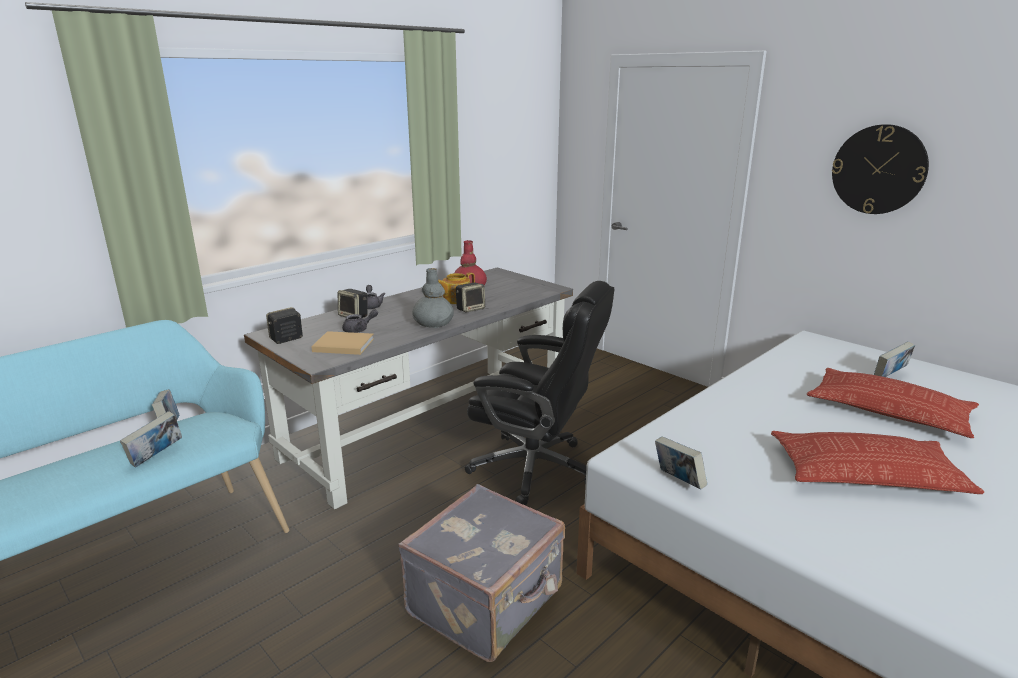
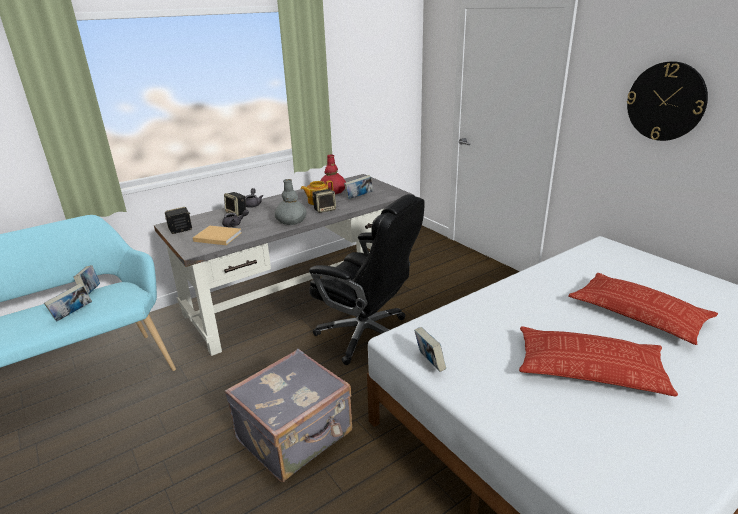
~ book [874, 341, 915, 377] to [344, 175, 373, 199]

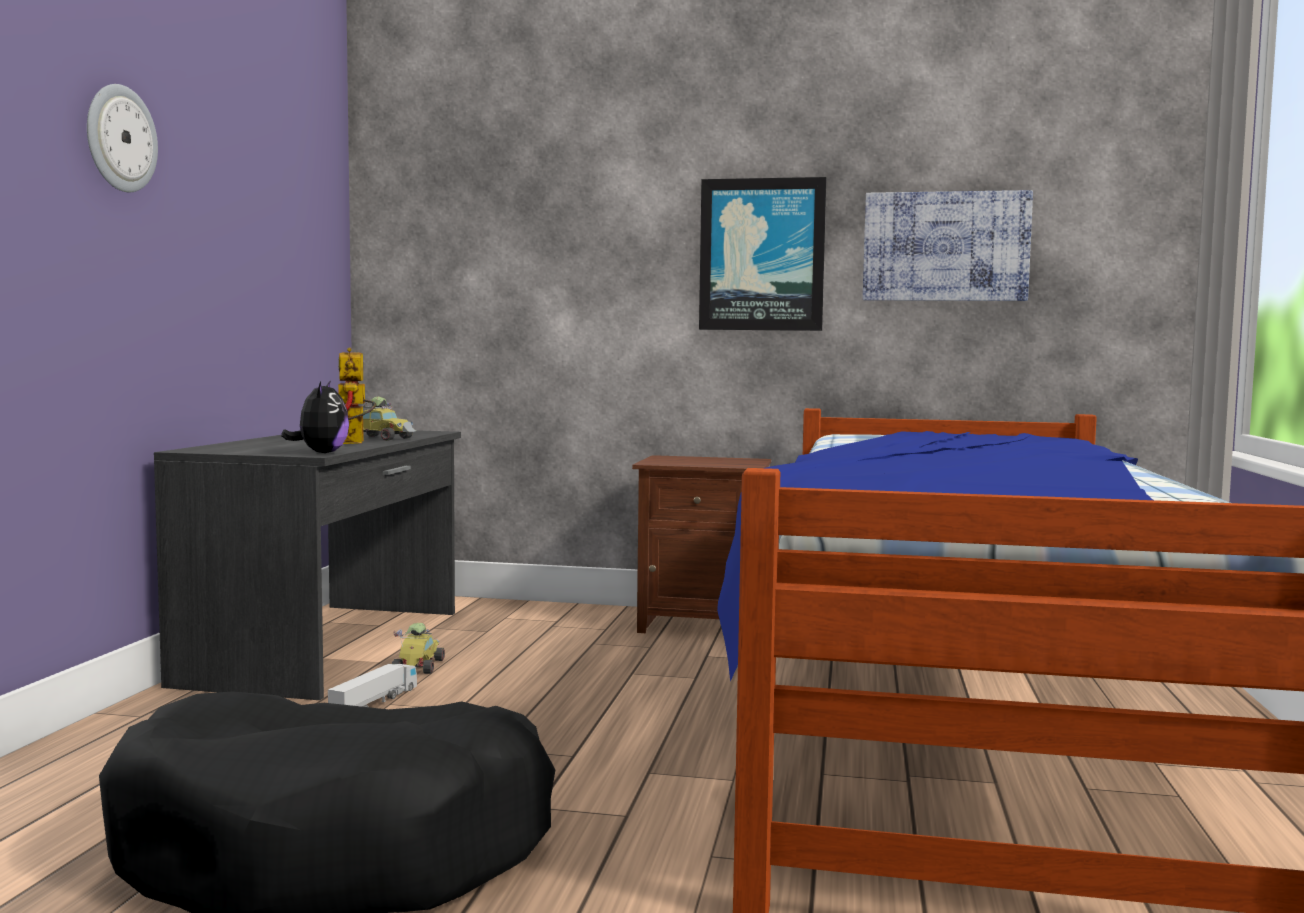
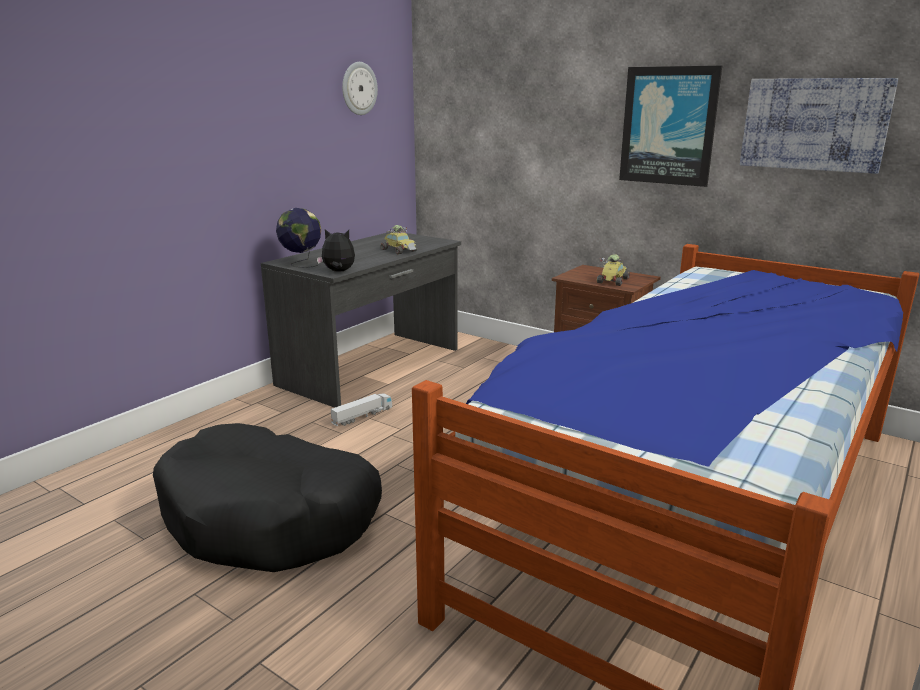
~ wall clock [87, 84, 158, 192] to [342, 62, 378, 115]
- toy robot [338, 348, 376, 444]
~ plush toy [281, 380, 349, 453] = [317, 229, 355, 272] 105 degrees counterclockwise
~ toy car [392, 623, 445, 674] to [597, 255, 630, 286]
+ globe [276, 208, 321, 268]

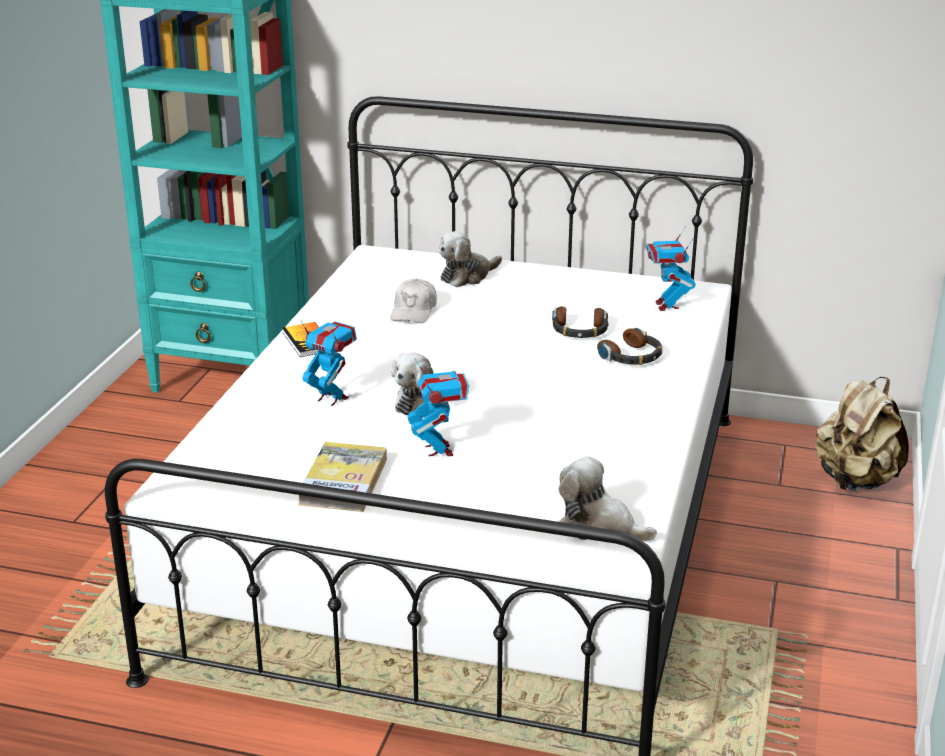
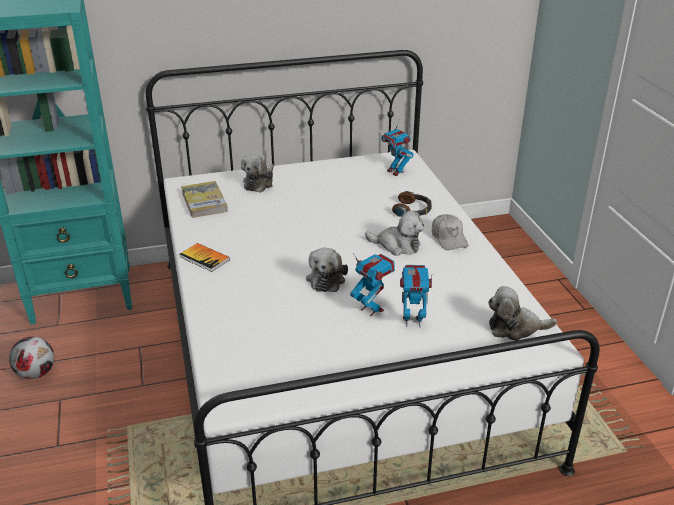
~ cap (white) [390, 279, 437, 323] to [432, 214, 468, 250]
- headphones [552, 306, 609, 338]
~ toy robot [301, 321, 357, 406] to [400, 265, 432, 328]
- backpack (beige) [816, 377, 909, 491]
~ book [298, 442, 387, 512] to [181, 181, 228, 218]
+ plush toy [365, 211, 424, 256]
+ football [9, 337, 54, 379]

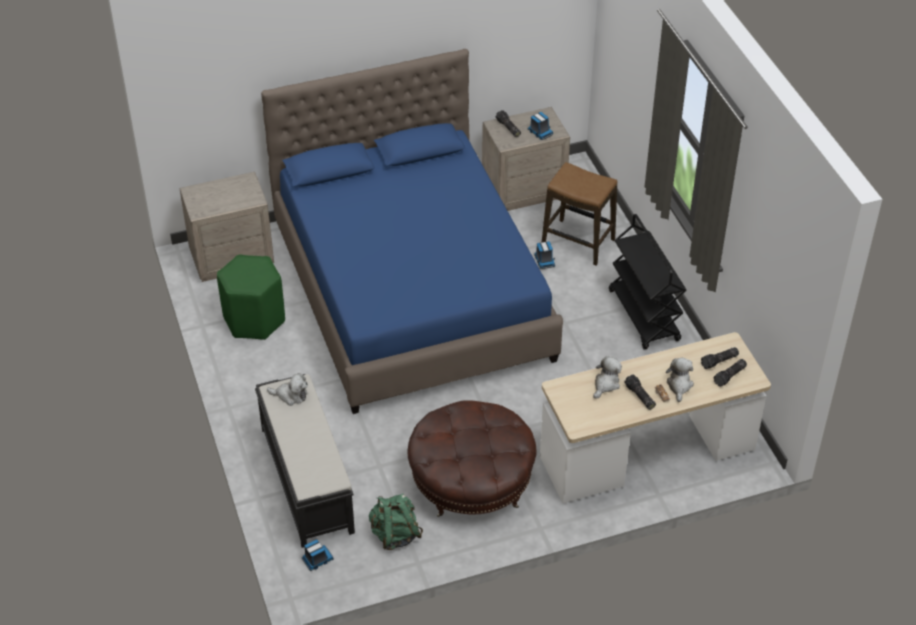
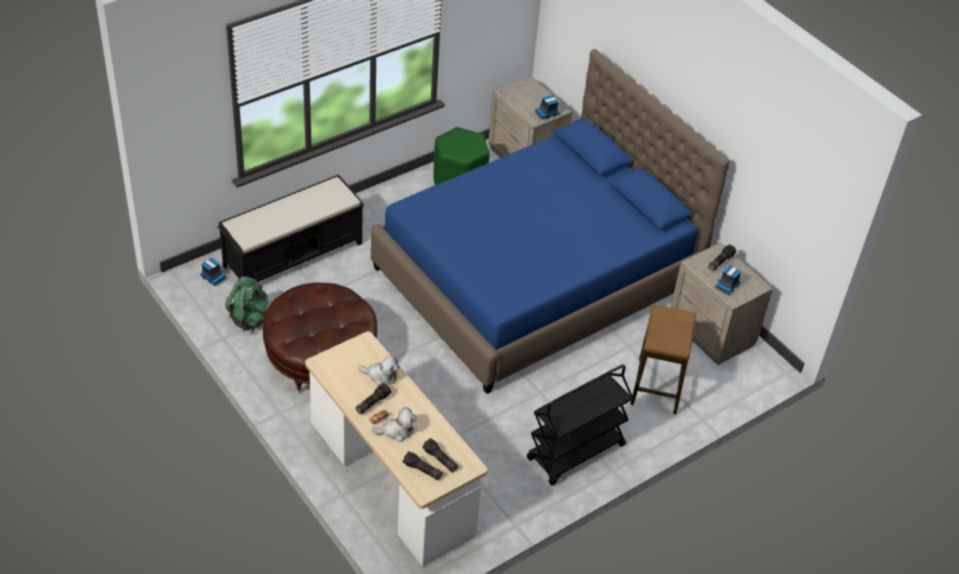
~ toy truck [534, 241, 555, 269] to [535, 95, 560, 119]
- plush toy [267, 373, 308, 406]

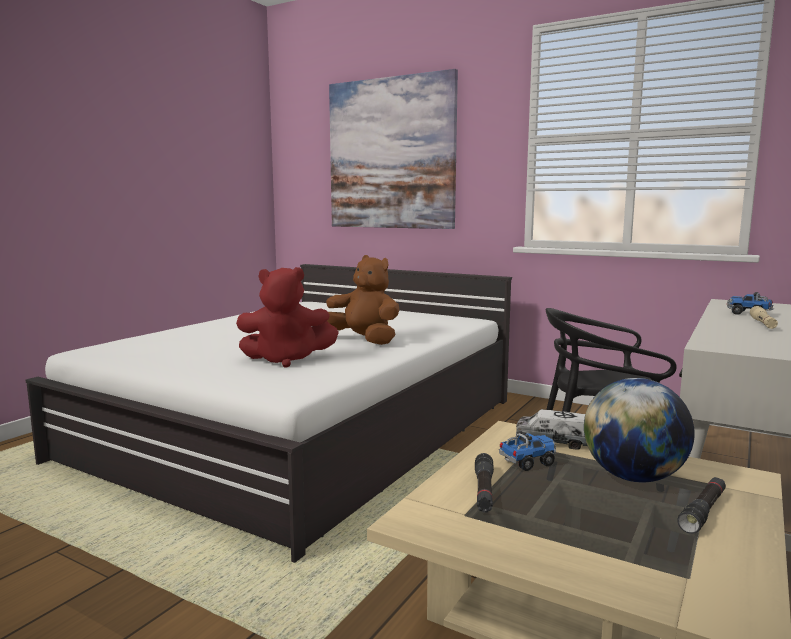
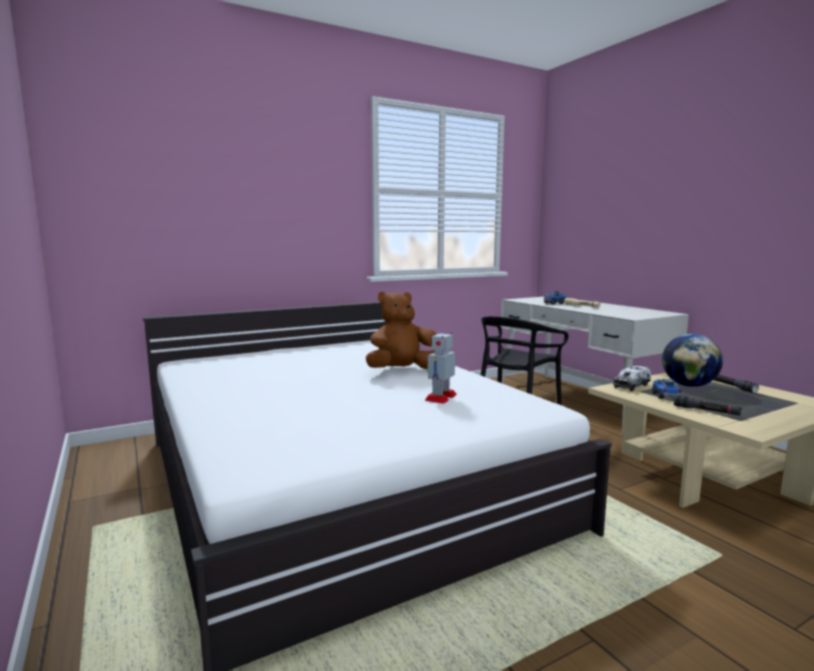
- picture [329, 69, 458, 229]
~ plush toy (red) [236, 267, 339, 368] to toy robot [425, 332, 457, 404]

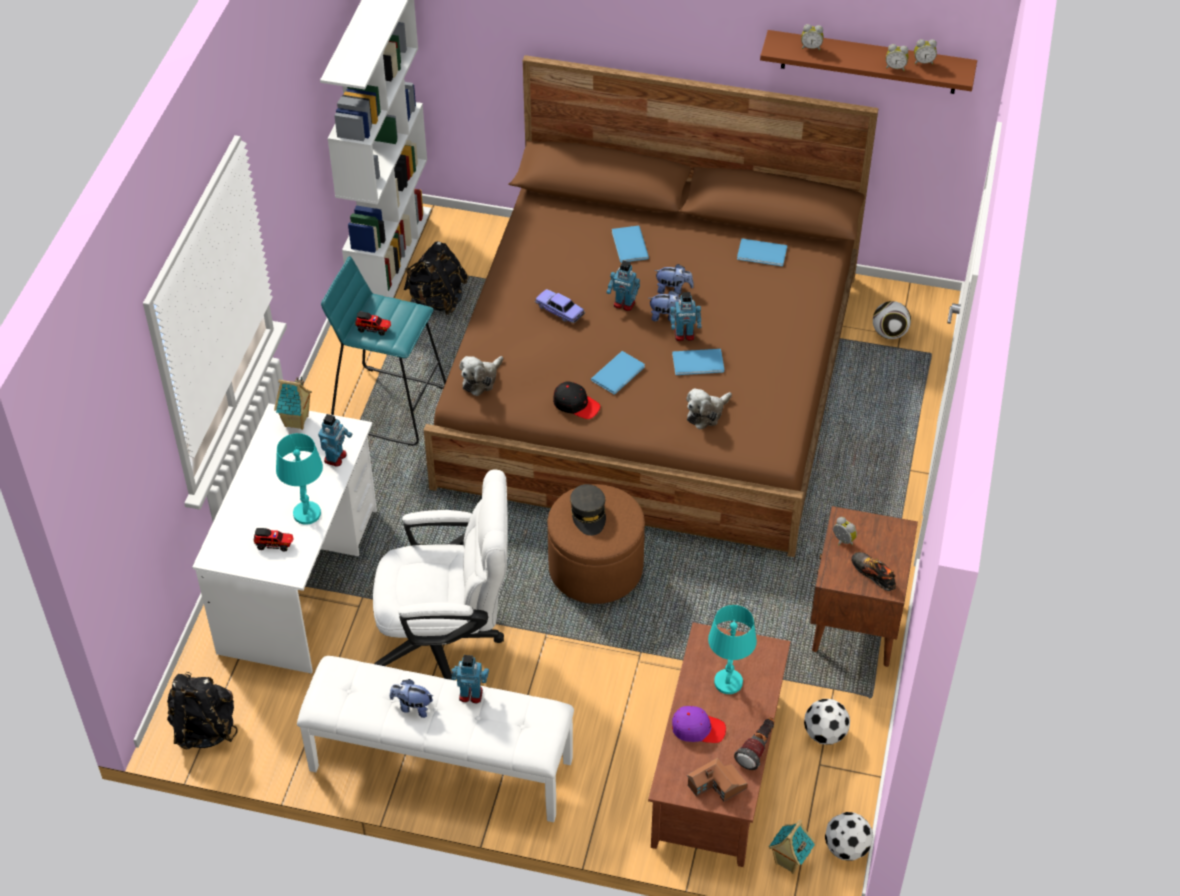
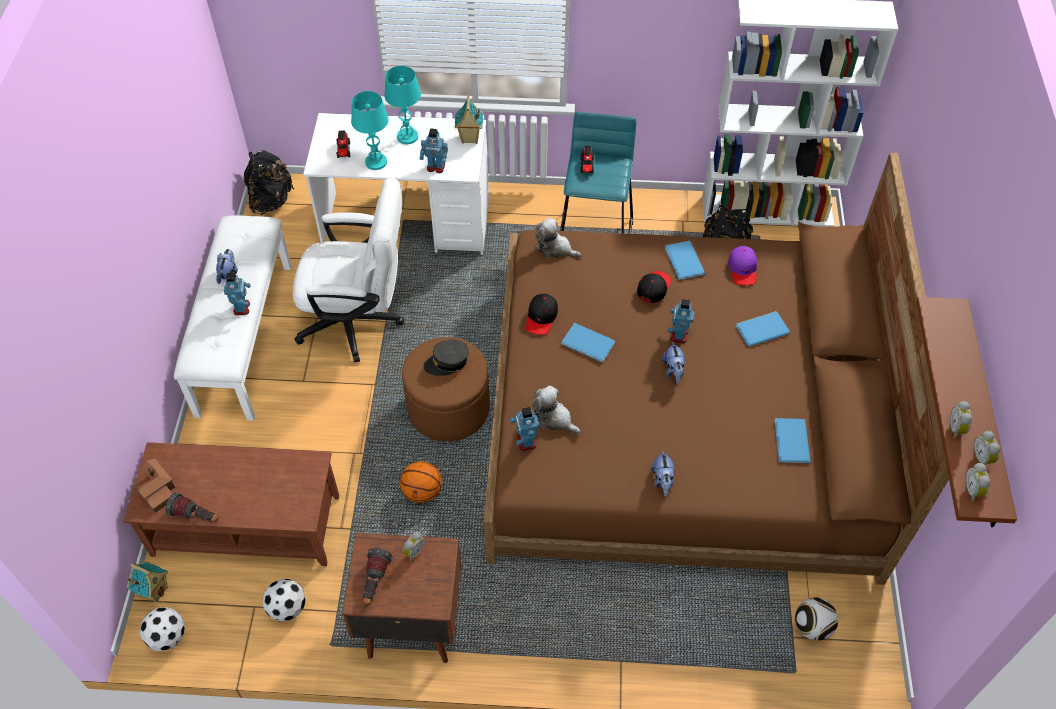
~ alarm clock [801, 24, 824, 51] to [965, 463, 990, 502]
~ plush toy [654, 264, 694, 295] to [651, 450, 675, 497]
~ toy car [535, 289, 585, 323] to cap (black) [637, 271, 671, 303]
~ toy robot [670, 292, 702, 341] to [510, 407, 539, 451]
~ book (blue) [672, 349, 724, 375] to [665, 241, 705, 280]
~ office chair (white) [373, 469, 508, 680] = [293, 178, 404, 363] 75 degrees counterclockwise
~ shoe [851, 552, 896, 591] to flashlight [363, 548, 393, 605]
~ table lamp (turquoise) [708, 605, 757, 694] to [385, 66, 421, 144]
~ cap (purple) [672, 706, 726, 743] to [728, 246, 757, 285]
+ basketball [400, 461, 442, 503]

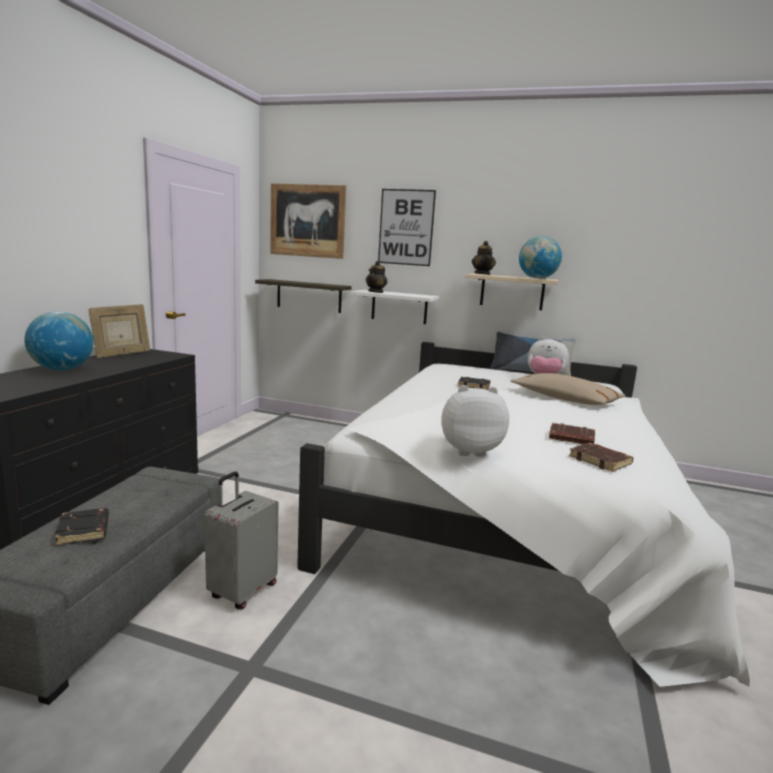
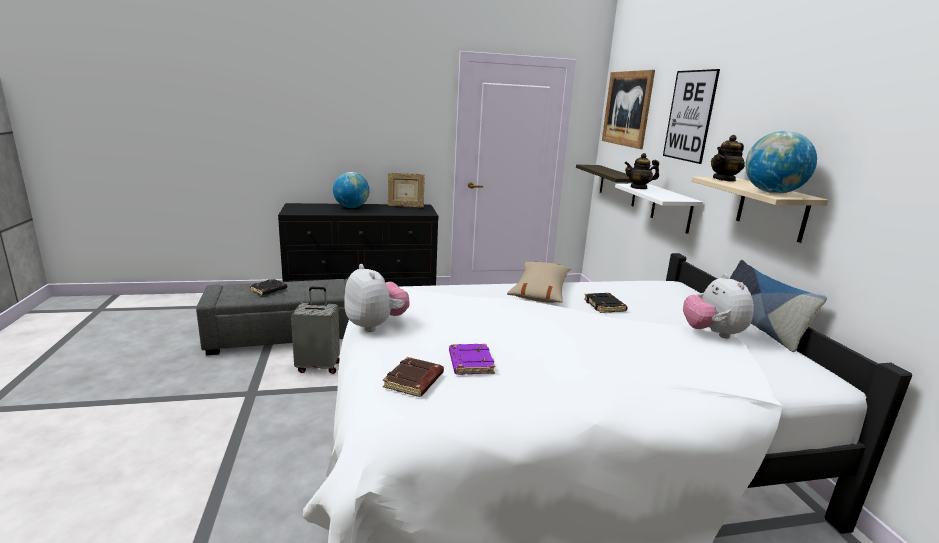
~ pillow (beige) [511, 373, 626, 405] to [507, 262, 571, 303]
~ book (brown) [549, 423, 595, 445] to book (purple) [449, 344, 495, 375]

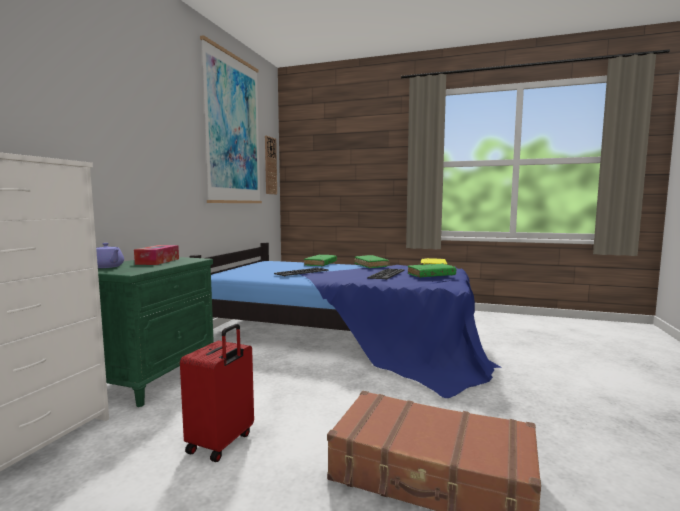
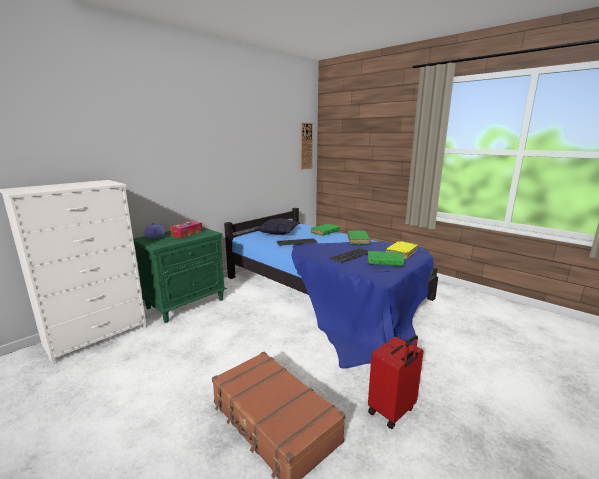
- picture [200, 35, 262, 203]
~ suitcase (red) [180, 324, 254, 462] to [368, 335, 424, 429]
+ pillow [254, 218, 300, 235]

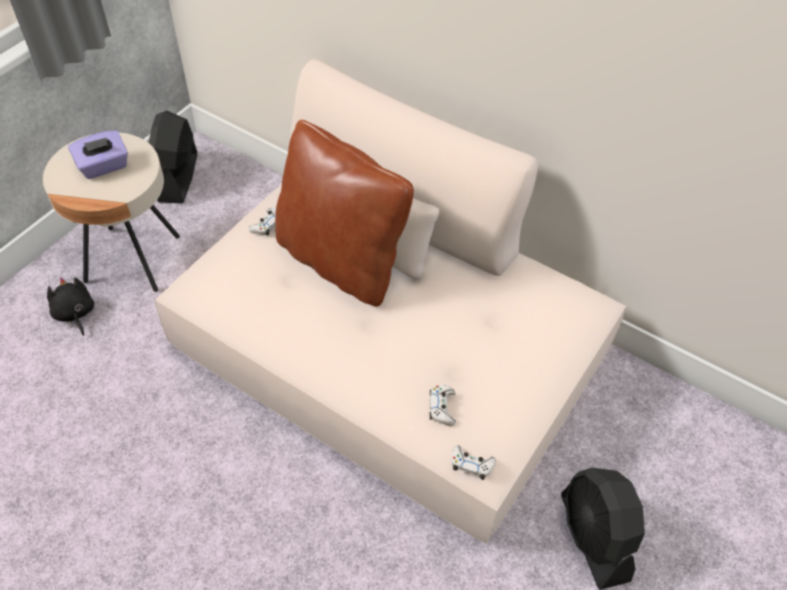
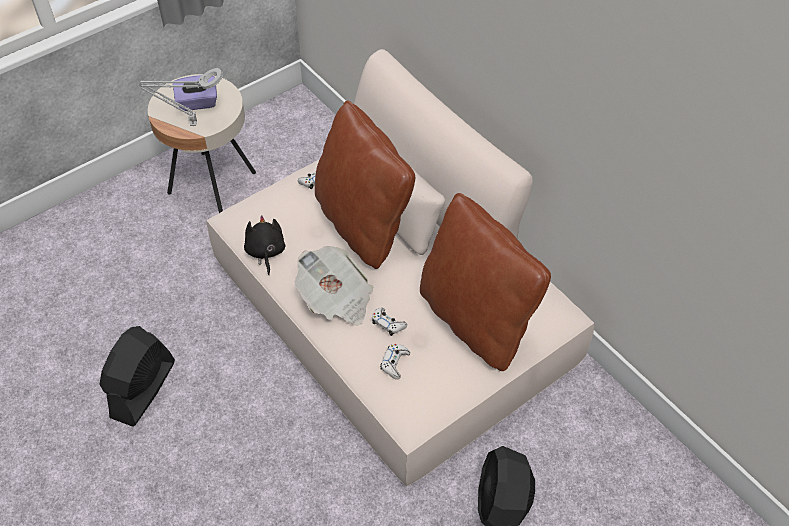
~ fan (black) [149, 111, 197, 204] to [99, 326, 175, 427]
~ plush toy (black) [47, 277, 94, 336] to [244, 215, 285, 275]
~ game controller (white) [451, 446, 496, 480] to [372, 308, 407, 336]
+ table lamp (grey) [139, 68, 223, 126]
+ pillow (brown) [420, 193, 551, 371]
+ newspaper [294, 246, 374, 326]

